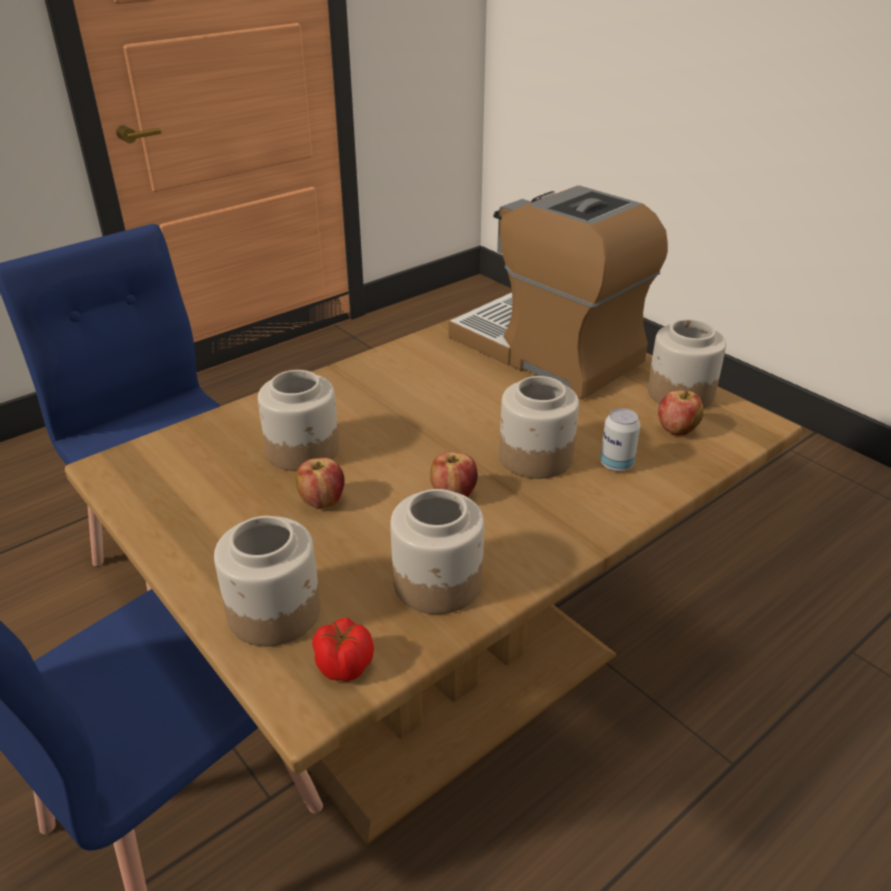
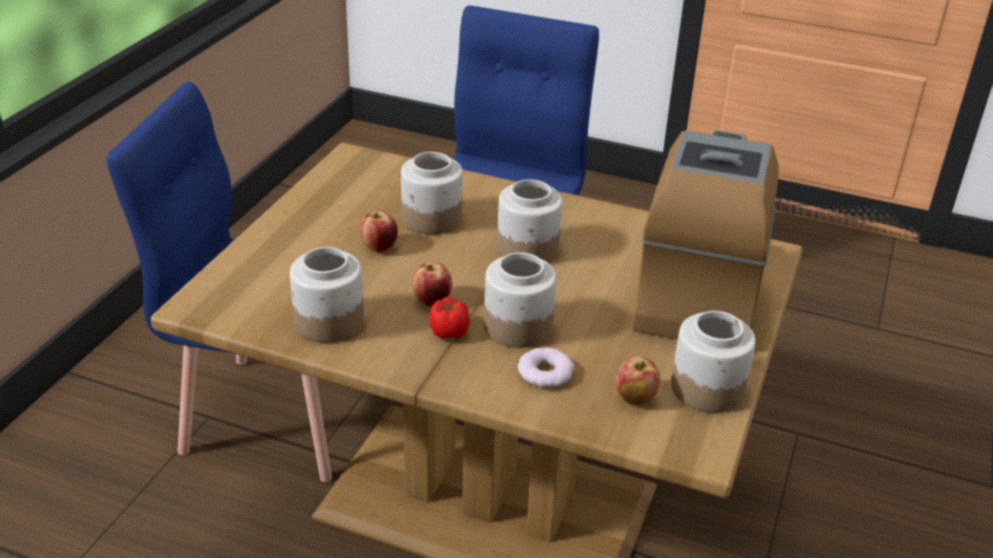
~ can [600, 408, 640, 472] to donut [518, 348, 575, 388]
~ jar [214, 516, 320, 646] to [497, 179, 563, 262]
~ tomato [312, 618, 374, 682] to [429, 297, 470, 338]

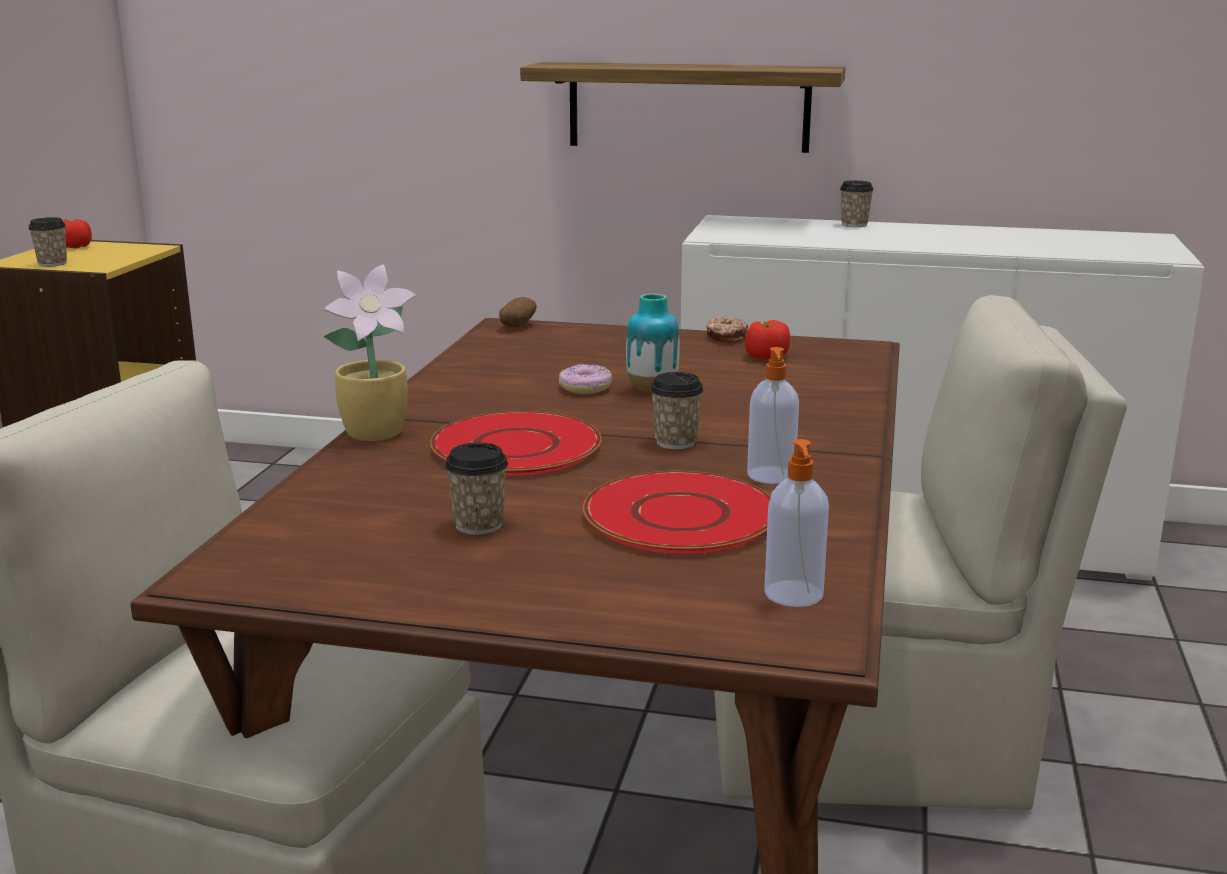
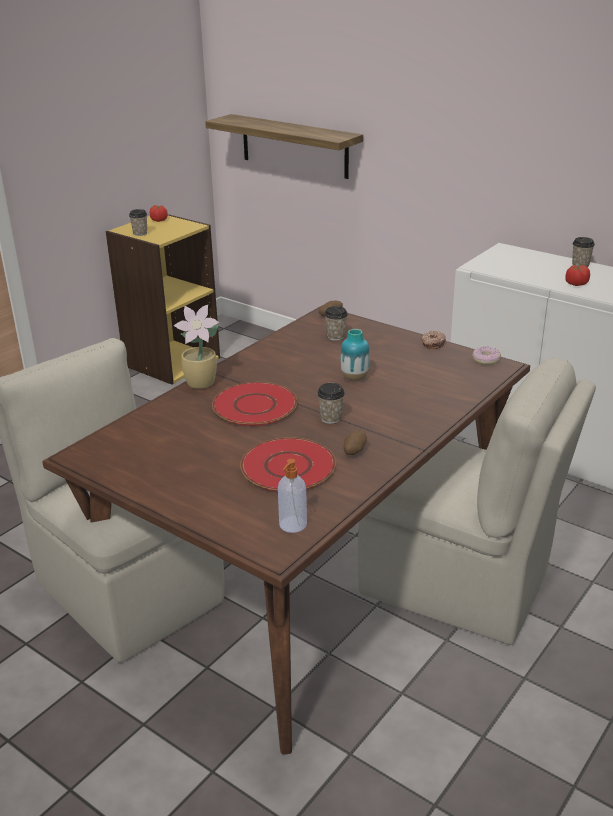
~ shelf [520, 62, 845, 153] to [205, 114, 363, 179]
~ tomato [745, 320, 790, 360] to [565, 265, 590, 286]
~ soap dispenser [747, 347, 799, 484] to potato [343, 430, 367, 455]
~ donut [559, 364, 613, 394] to [472, 346, 501, 365]
~ cup [445, 443, 508, 535] to [324, 306, 348, 341]

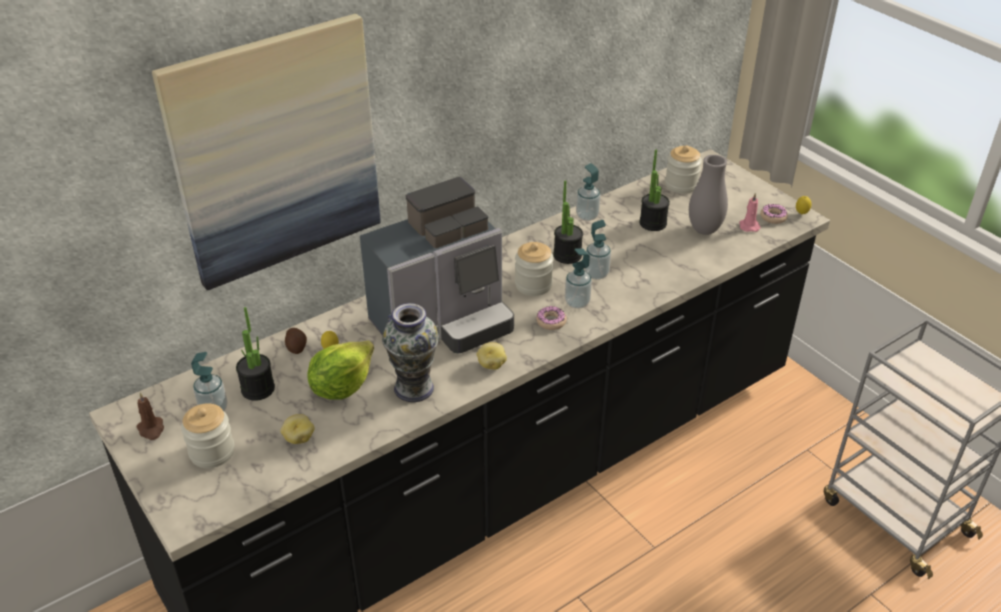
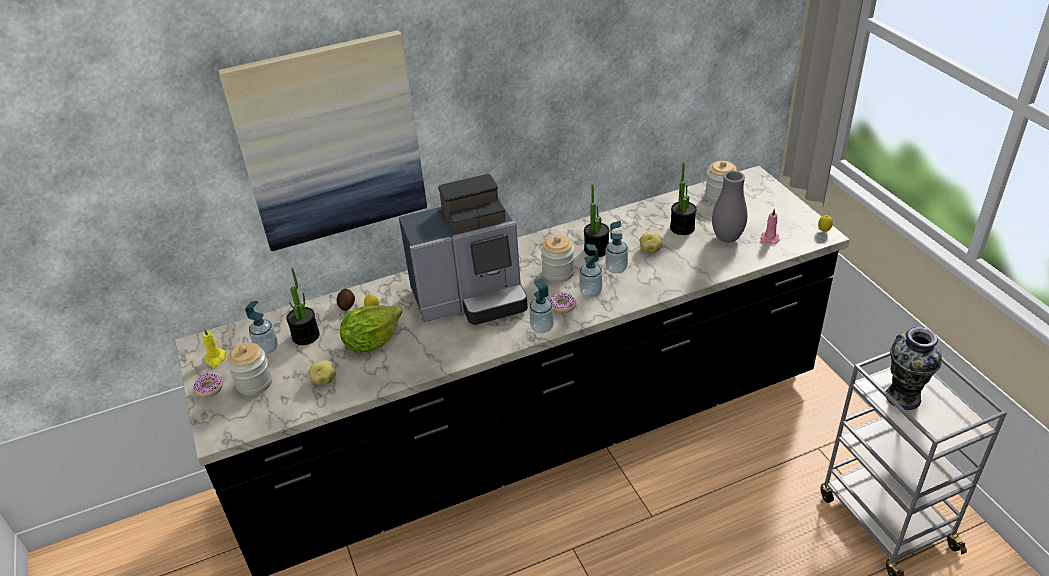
~ soap dispenser [576, 163, 600, 221] to [529, 278, 554, 333]
~ donut [760, 204, 788, 224] to [193, 374, 223, 398]
~ vase [382, 303, 439, 402] to [886, 327, 942, 410]
~ potato [476, 342, 507, 370] to [639, 232, 663, 253]
~ candle (brown) [136, 393, 164, 440] to candle (yellow) [202, 328, 226, 367]

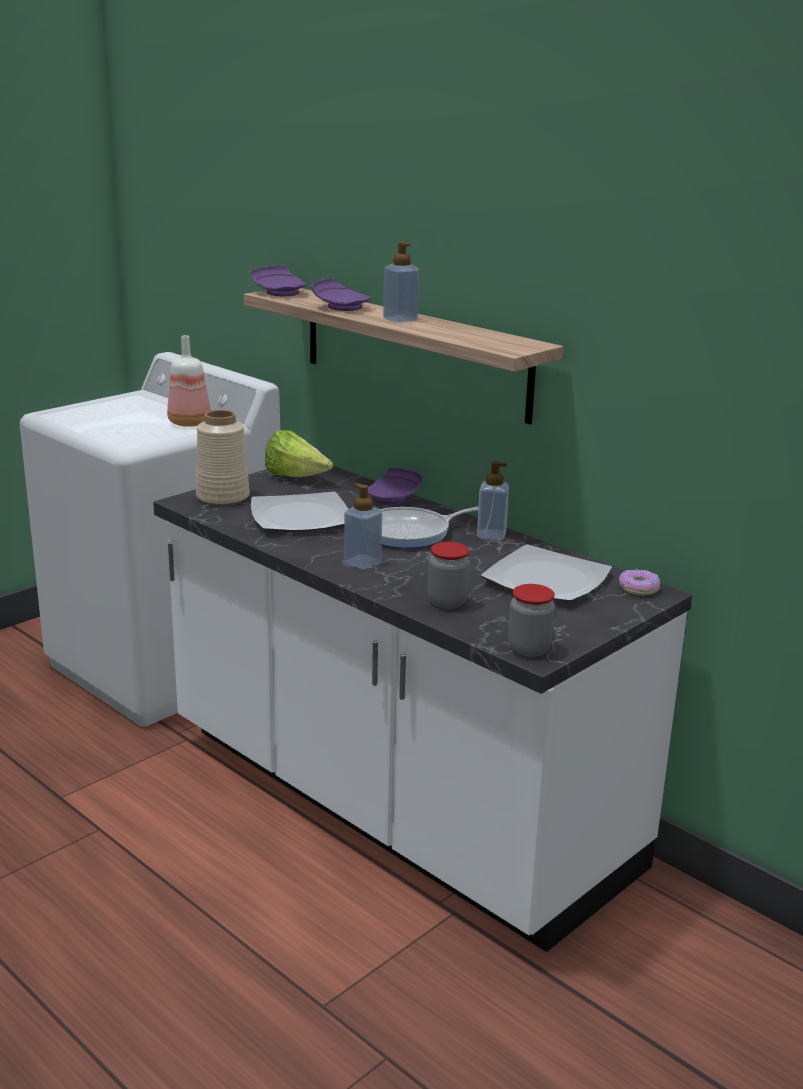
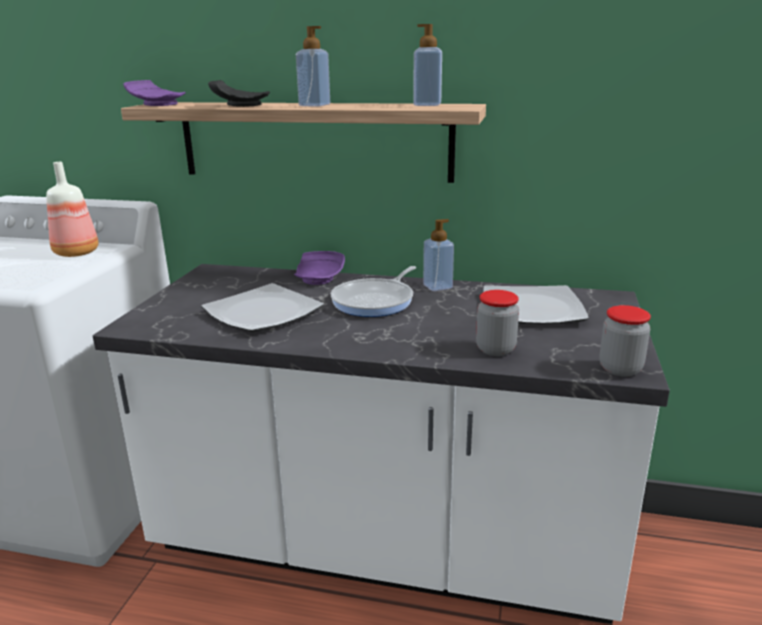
~ plate (purple) [311, 278, 372, 311] to plate (black) [208, 80, 270, 107]
- vase (beige) [196, 410, 250, 505]
- lettuce [265, 430, 333, 477]
~ soap dispenser [344, 483, 382, 569] to [413, 24, 442, 106]
- donut [619, 569, 660, 595]

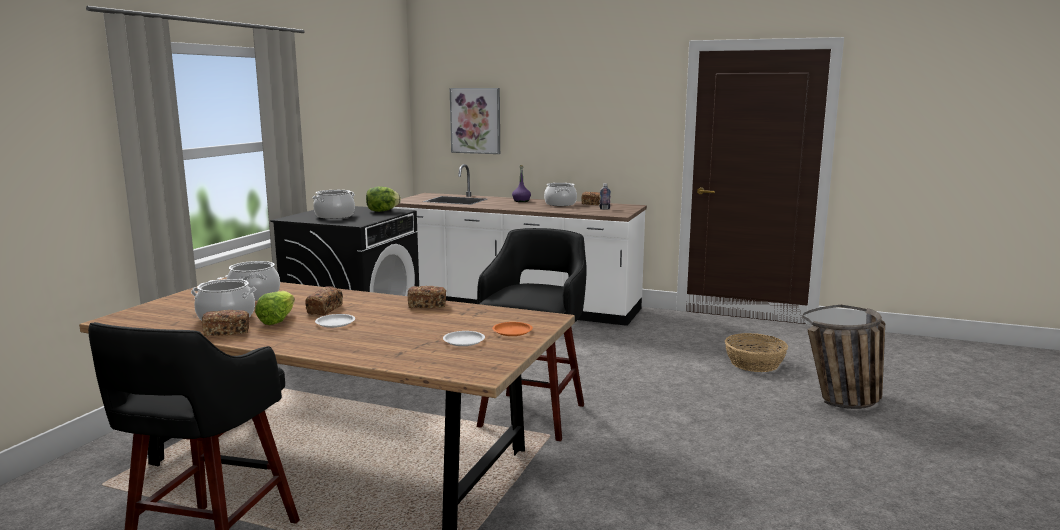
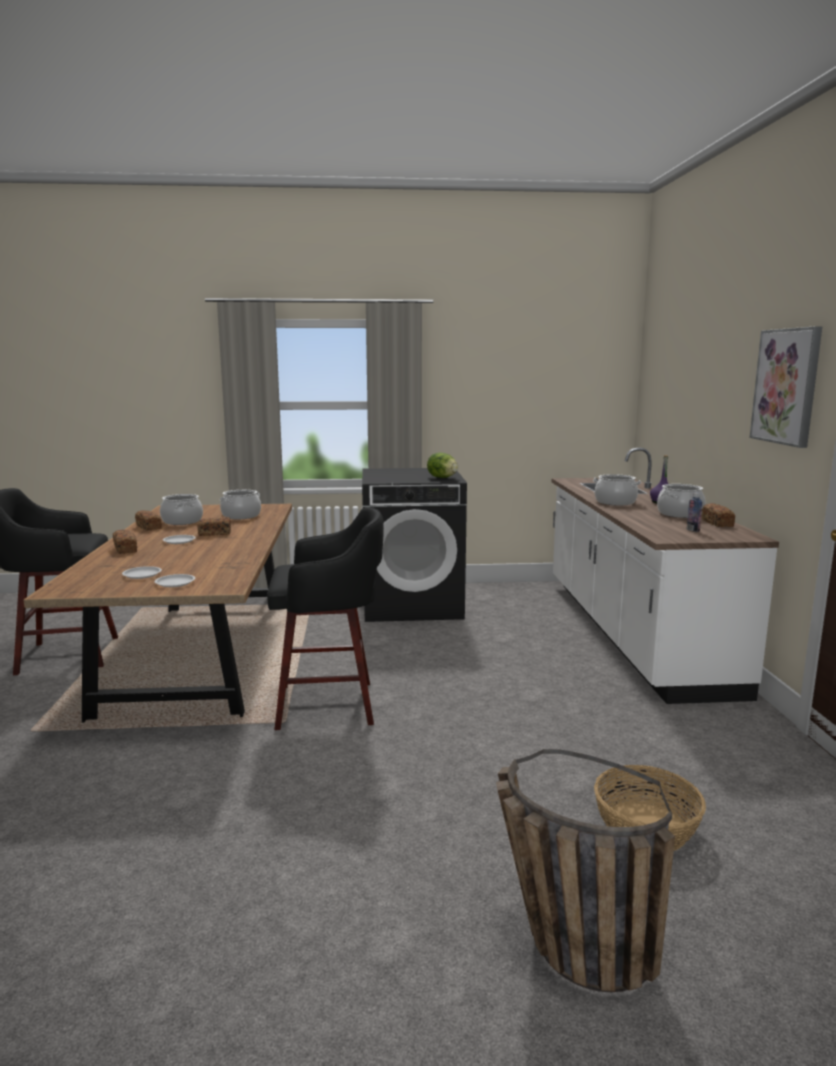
~ picture [450, 88, 500, 154] to [750, 326, 822, 448]
~ cooking pot [312, 190, 355, 219] to [593, 474, 641, 506]
~ bread [408, 286, 446, 308] to [113, 530, 137, 554]
- lettuce [255, 291, 295, 325]
~ plate (orange) [492, 322, 533, 336] to plate (white) [155, 574, 195, 587]

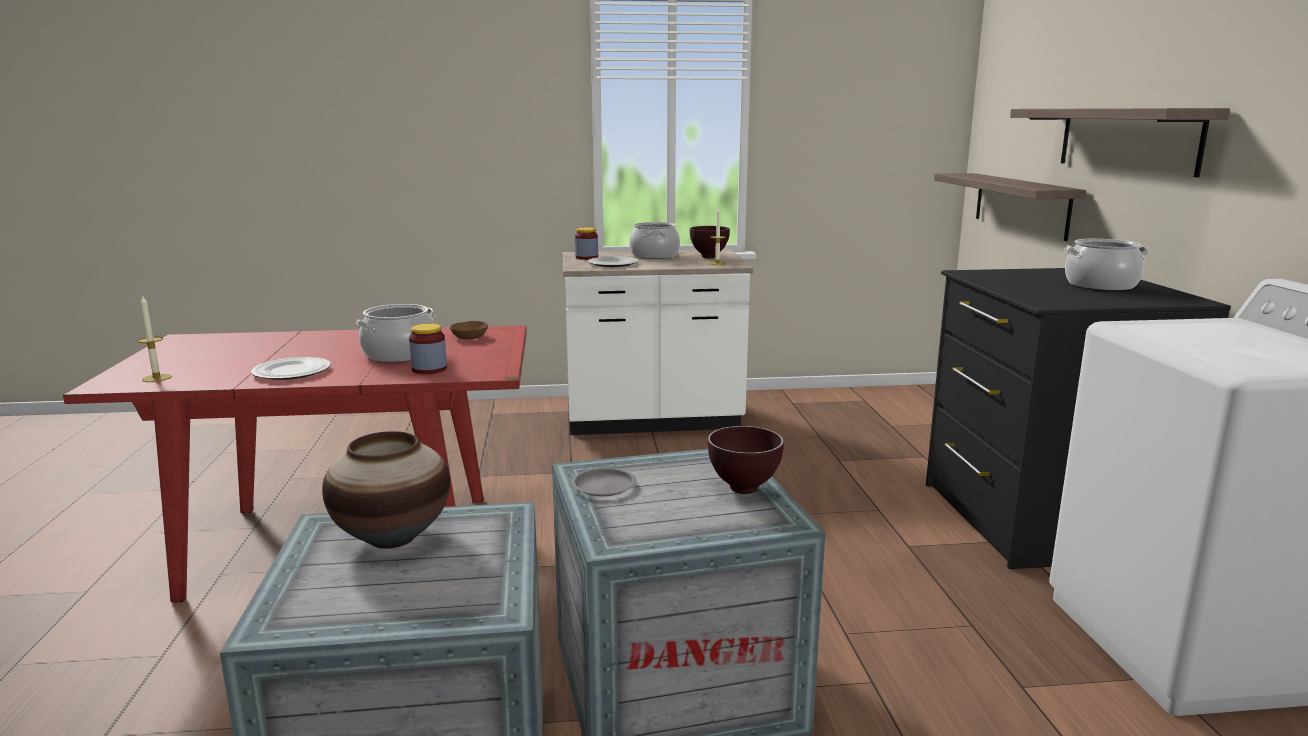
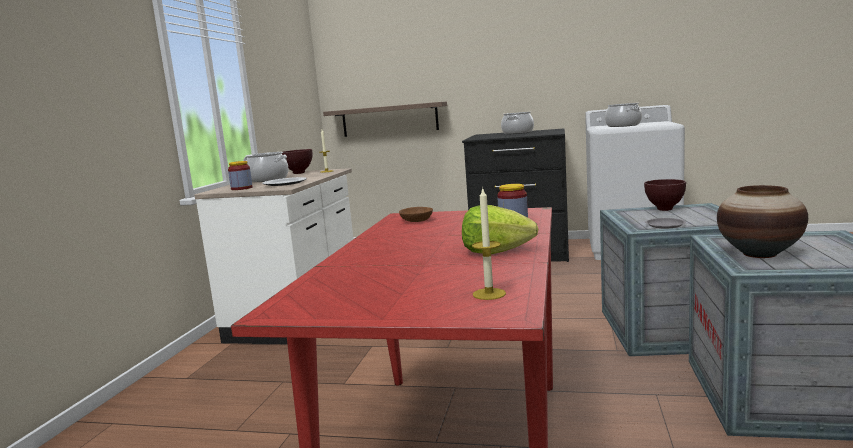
- shelf [1010, 108, 1230, 177]
~ cooking pot [356, 304, 435, 362] to [605, 103, 642, 127]
~ plate [251, 357, 331, 380] to lettuce [462, 205, 538, 254]

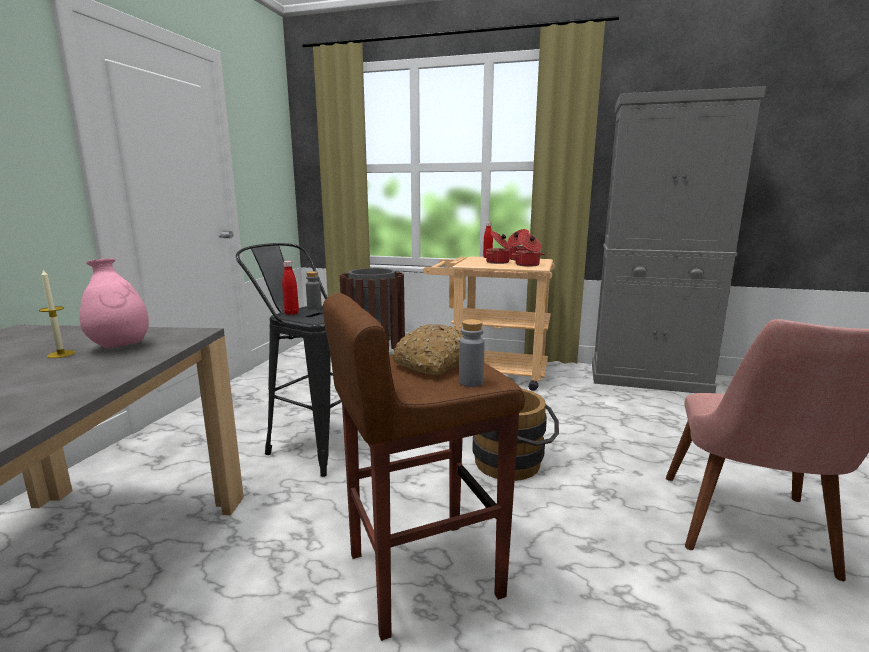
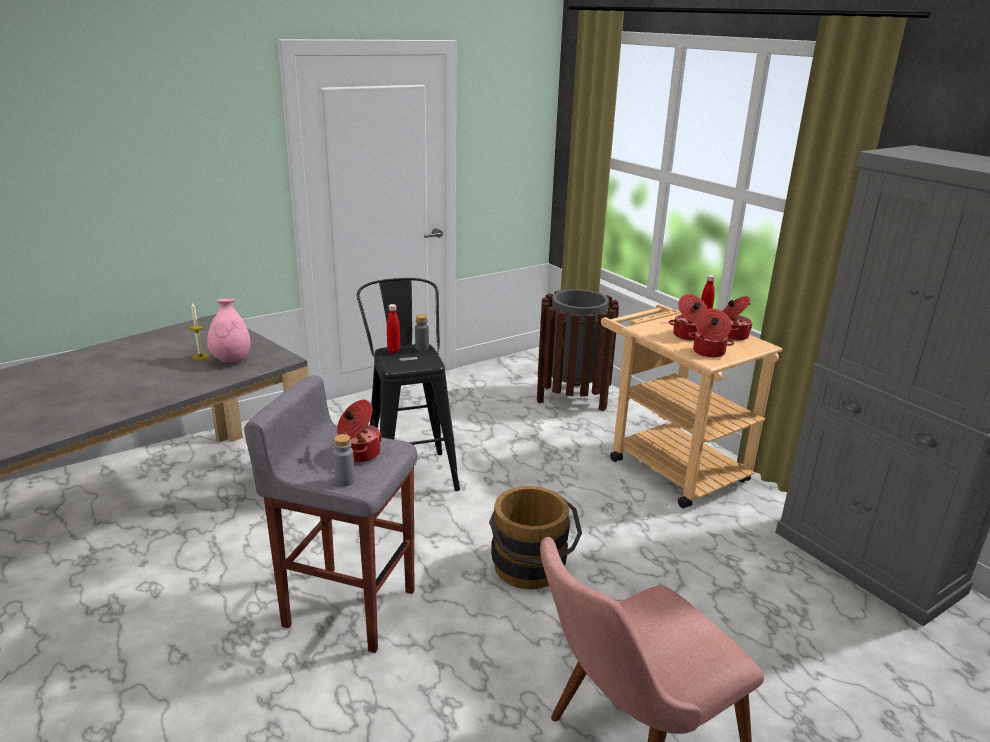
~ stool (brown) [323, 293, 525, 641] to stool (grey) [244, 375, 418, 653]
~ bread [393, 324, 464, 375] to cooking pot [337, 400, 382, 463]

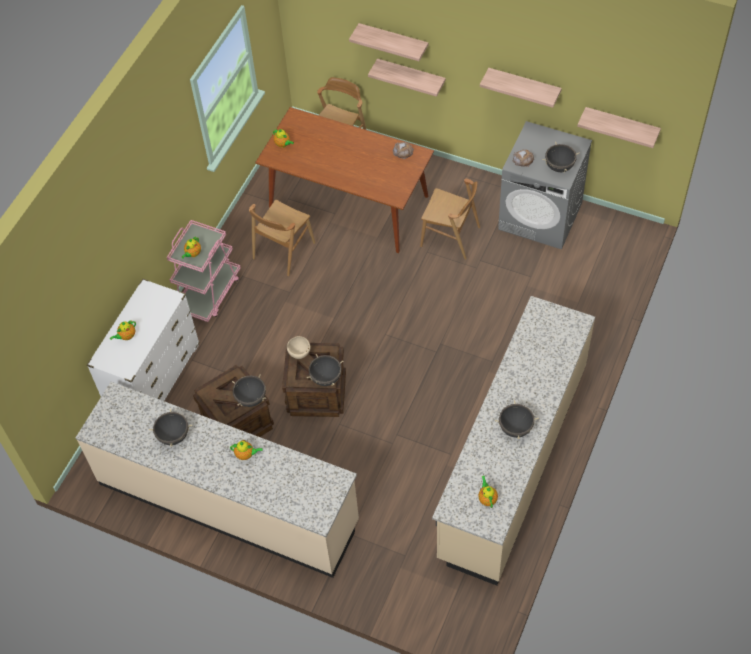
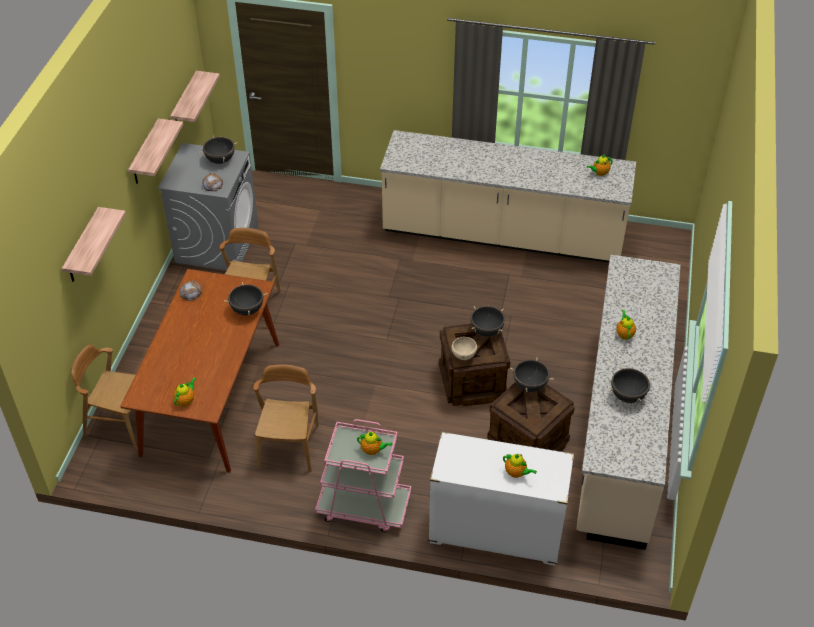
- shelf [368, 58, 446, 97]
~ chair (brown) [249, 200, 315, 276] = [253, 364, 319, 472] 105 degrees counterclockwise
~ cooking pot (black) [495, 400, 539, 439] to [224, 282, 267, 315]

